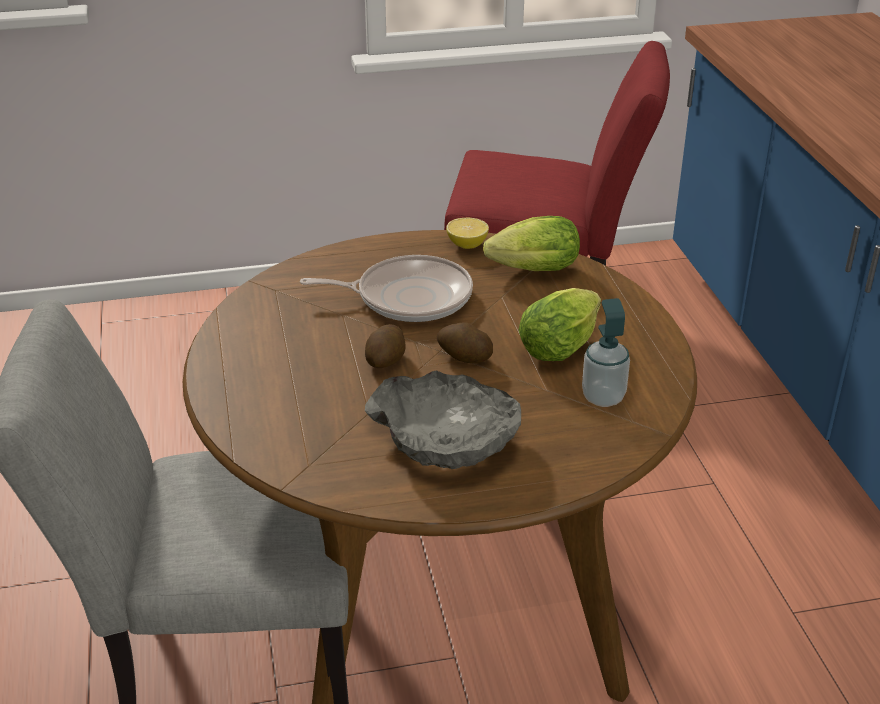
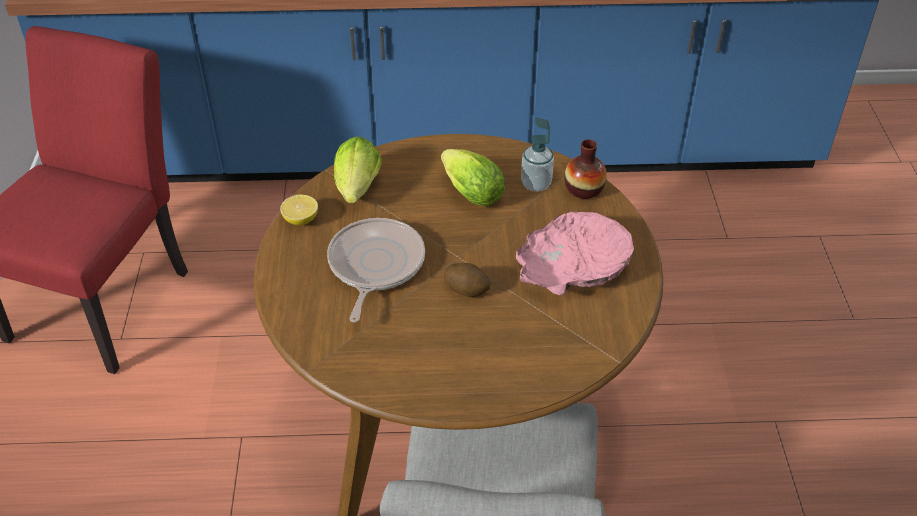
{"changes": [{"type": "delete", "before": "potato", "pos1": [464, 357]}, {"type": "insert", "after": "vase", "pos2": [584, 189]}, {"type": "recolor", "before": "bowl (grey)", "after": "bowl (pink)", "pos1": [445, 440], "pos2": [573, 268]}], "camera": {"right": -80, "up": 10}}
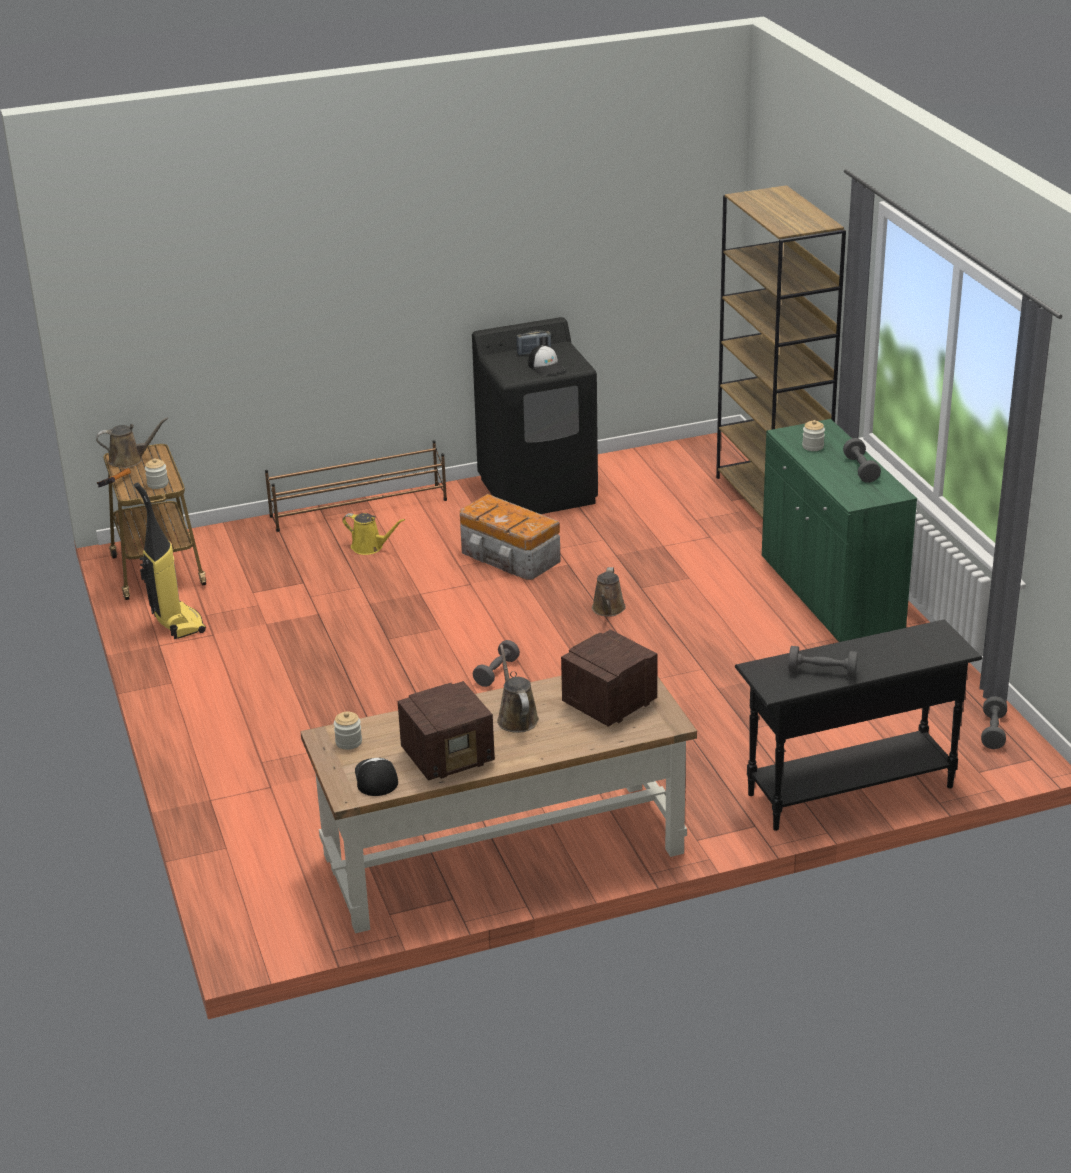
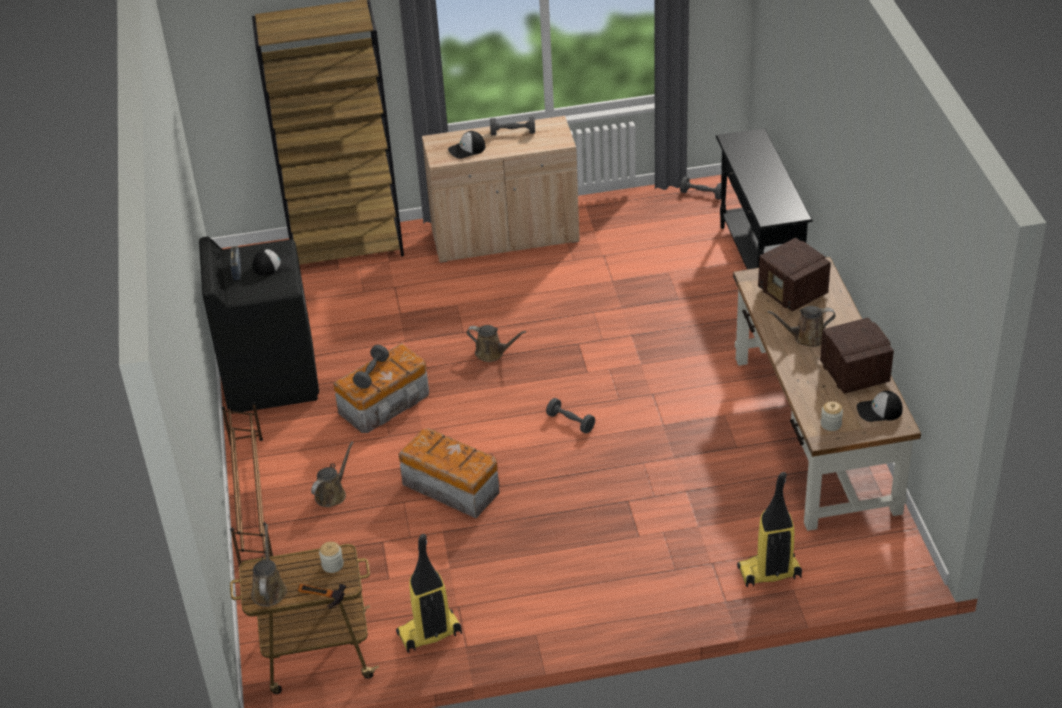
{"changes": [{"type": "insert", "after": "storage box", "pos2": [451, 487]}, {"type": "insert", "after": "vacuum cleaner", "pos2": [769, 573]}, {"type": "move", "before": "dumbbell (grey)", "pos1": [822, 672], "pos2": [372, 373]}, {"type": "replace", "before": "jar", "after": "cap", "pos1": [813, 446], "pos2": [467, 149]}, {"type": "recolor", "before": "watering can (yellow)", "after": "watering can (brown)", "pos1": [370, 547], "pos2": [332, 494]}, {"type": "recolor", "before": "cabinet (green)", "after": "cabinet (beige)", "pos1": [830, 594], "pos2": [505, 237]}], "camera": {"right": -80, "up": 10}}
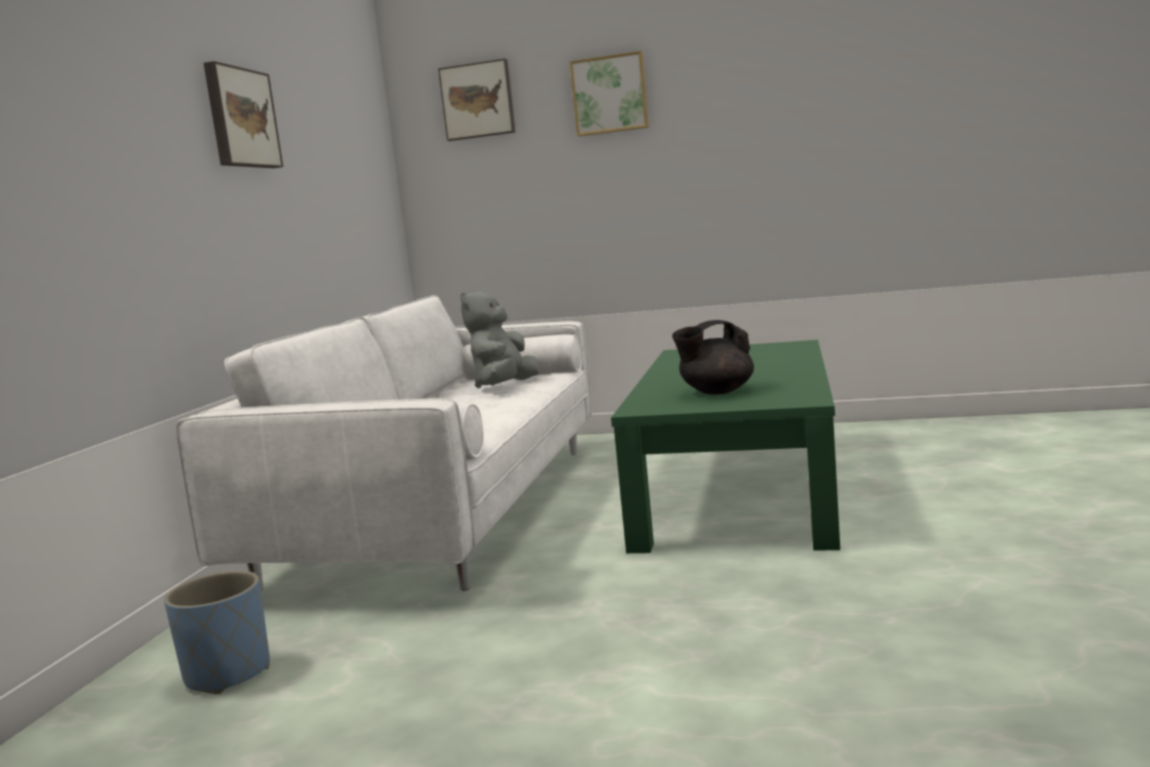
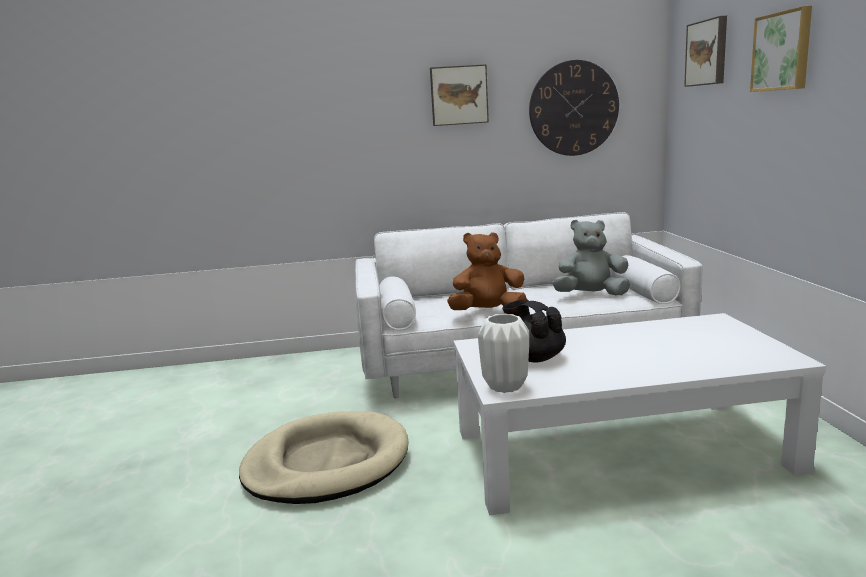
{"changes": [{"type": "delete", "before": "planter (blue)", "pos1": [228, 674]}, {"type": "insert", "after": "dog bed (beige)", "pos2": [326, 463]}, {"type": "insert", "after": "plush toy (brown)", "pos2": [487, 312]}, {"type": "insert", "after": "vase (white)", "pos2": [505, 386]}, {"type": "insert", "after": "wall clock", "pos2": [573, 108]}, {"type": "recolor", "before": "coffee table (green)", "after": "coffee table (white)", "pos1": [739, 488], "pos2": [621, 450]}], "camera": {"right": 70, "up": 5}}
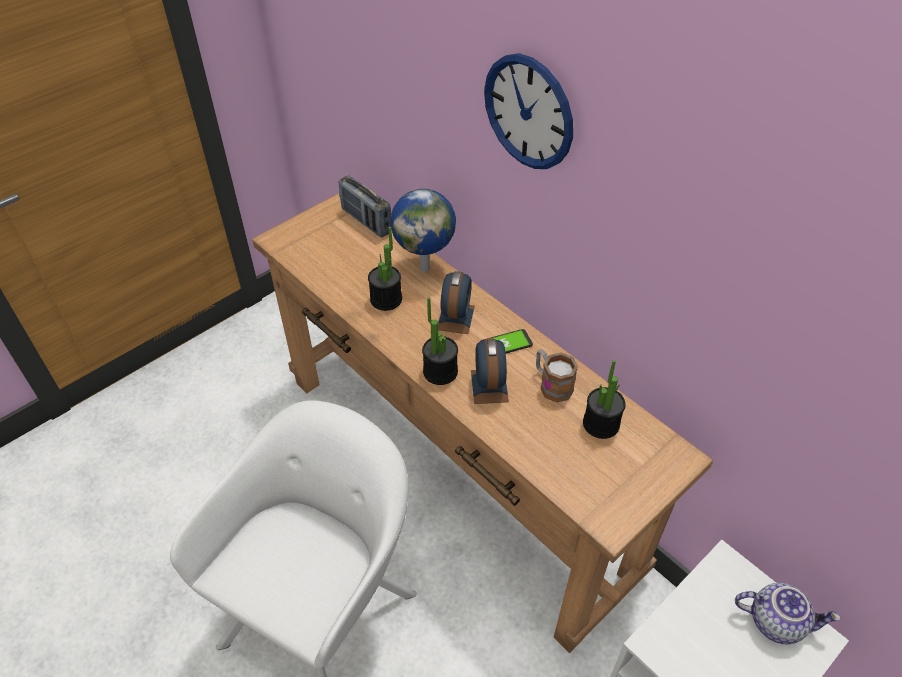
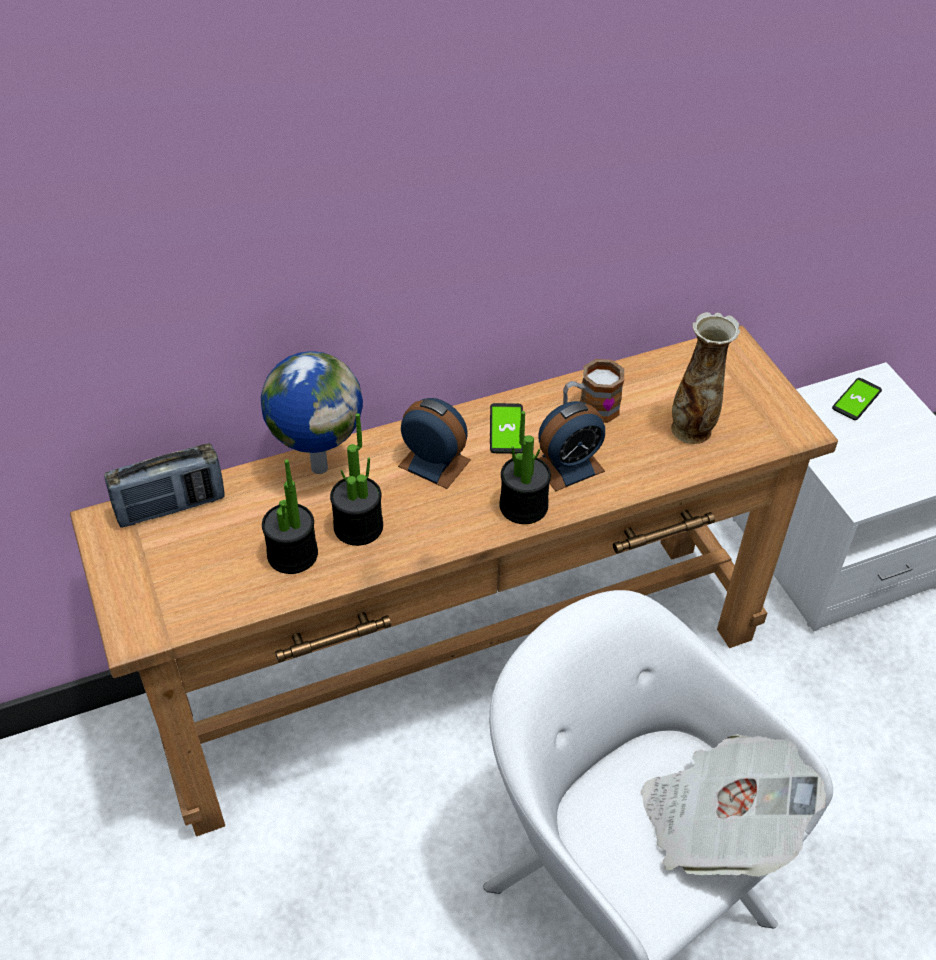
{"changes": [{"type": "delete", "before": "wall clock", "pos1": [528, 112]}, {"type": "insert", "after": "newspaper", "pos2": [719, 824]}, {"type": "insert", "after": "vase", "pos2": [693, 429]}, {"type": "move", "before": "potted plant", "pos1": [601, 424], "pos2": [292, 554]}, {"type": "replace", "before": "teapot", "after": "phone", "pos1": [776, 621], "pos2": [856, 400]}, {"type": "rotate", "before": "alarm clock", "pos1": [489, 386], "pos2": [568, 466], "turn": 135}], "camera": {"right": -70, "up": 0}}
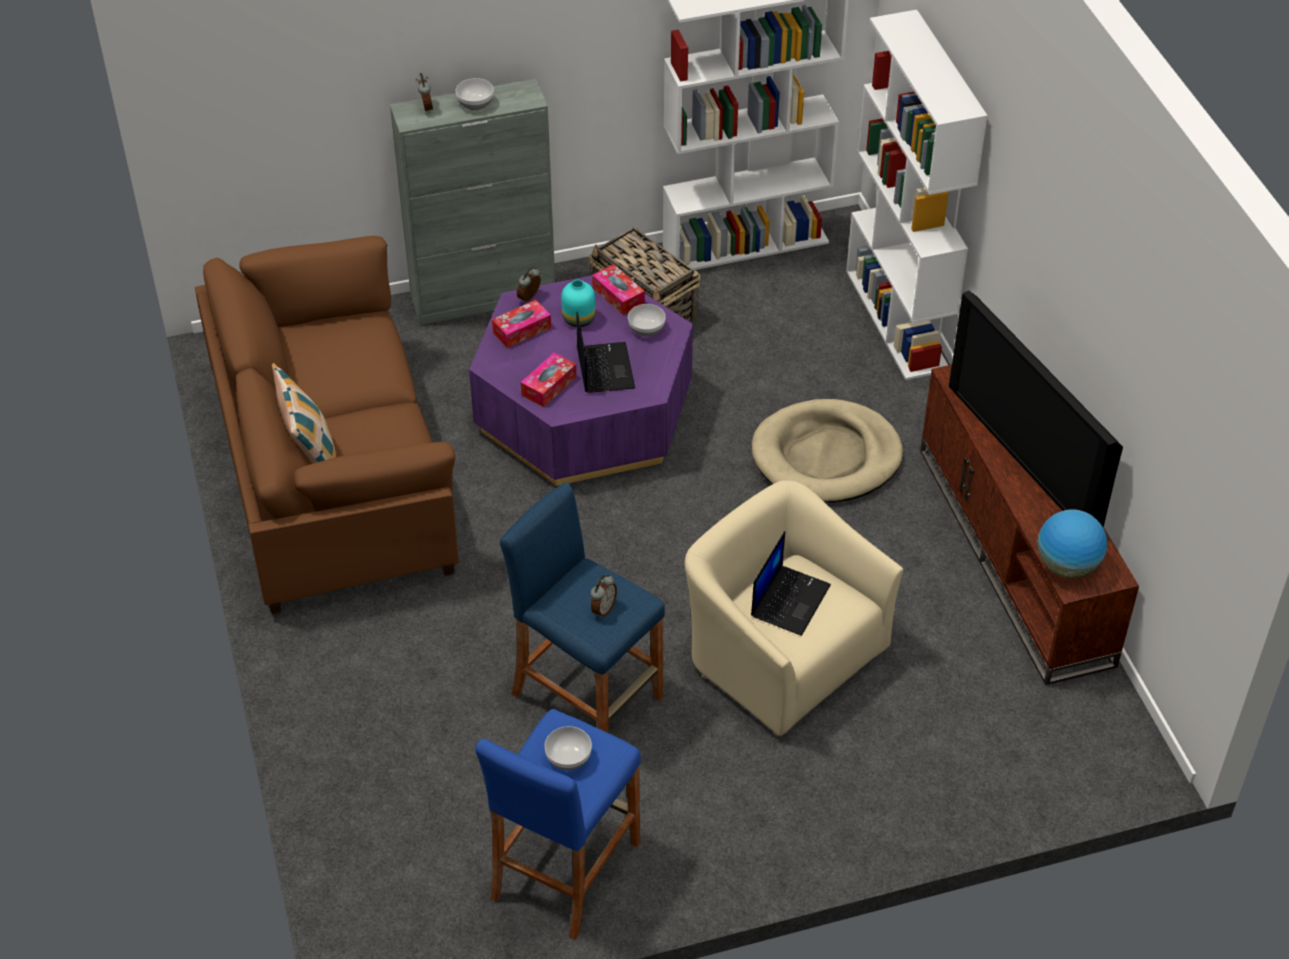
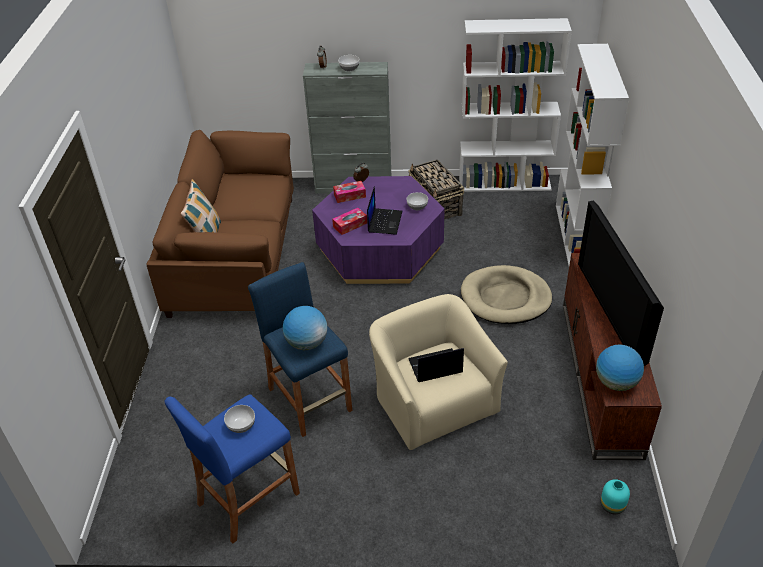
{"changes": [{"type": "delete", "before": "tissue box", "pos1": [618, 296]}, {"type": "move", "before": "vase (turquoise)", "pos1": [579, 319], "pos2": [613, 505]}, {"type": "replace", "before": "alarm clock", "after": "globe", "pos1": [603, 609], "pos2": [307, 343]}, {"type": "rotate", "before": "laptop", "pos1": [789, 600], "pos2": [434, 366], "turn": -150}], "camera": {"right": 20, "up": -5}}
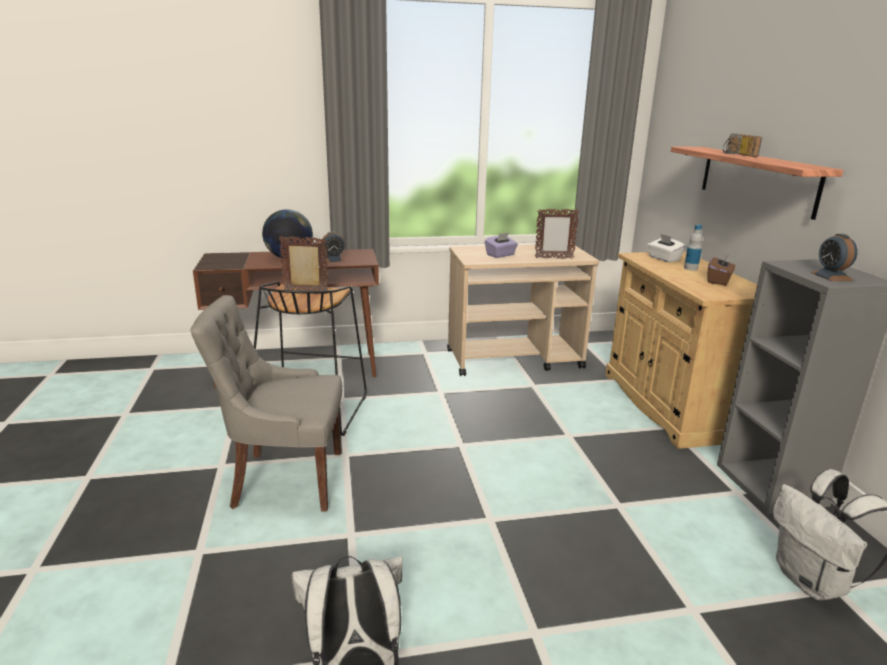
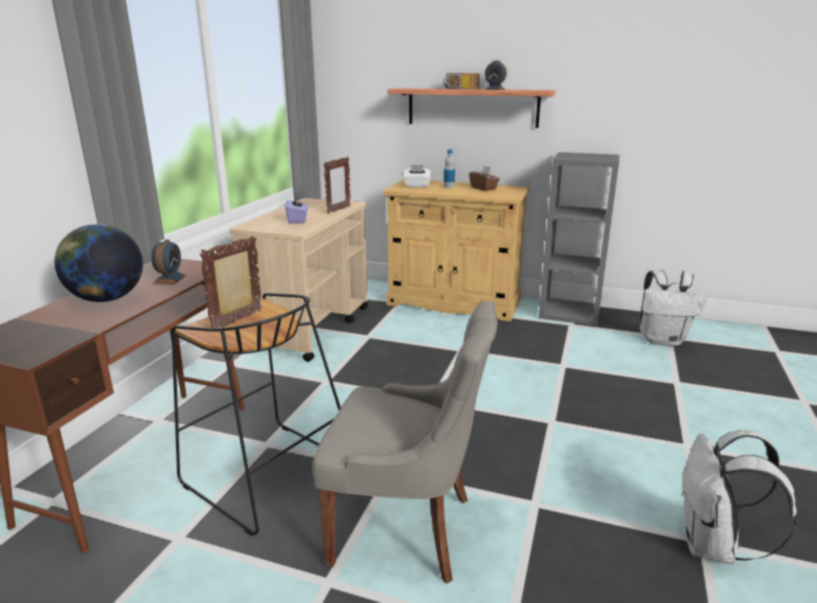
{"changes": [{"type": "move", "before": "alarm clock", "pos1": [831, 276], "pos2": [494, 89]}, {"type": "rotate", "before": "chair (grey)", "pos1": [285, 479], "pos2": [406, 528], "turn": -105}], "camera": {"right": -60, "up": 0}}
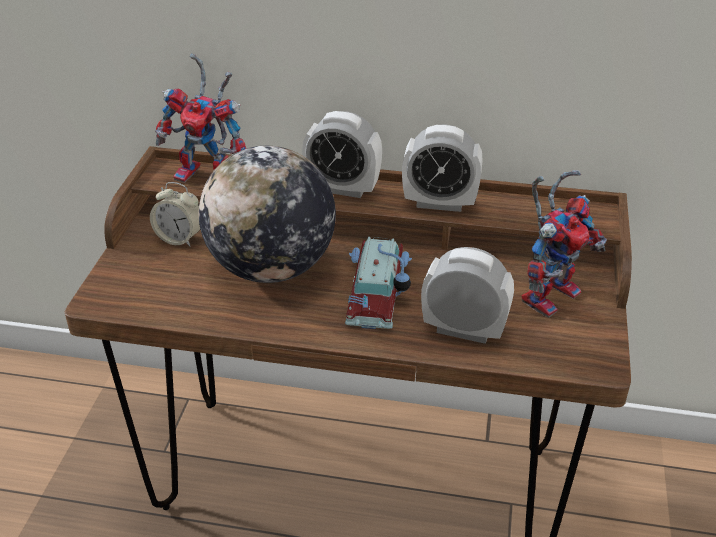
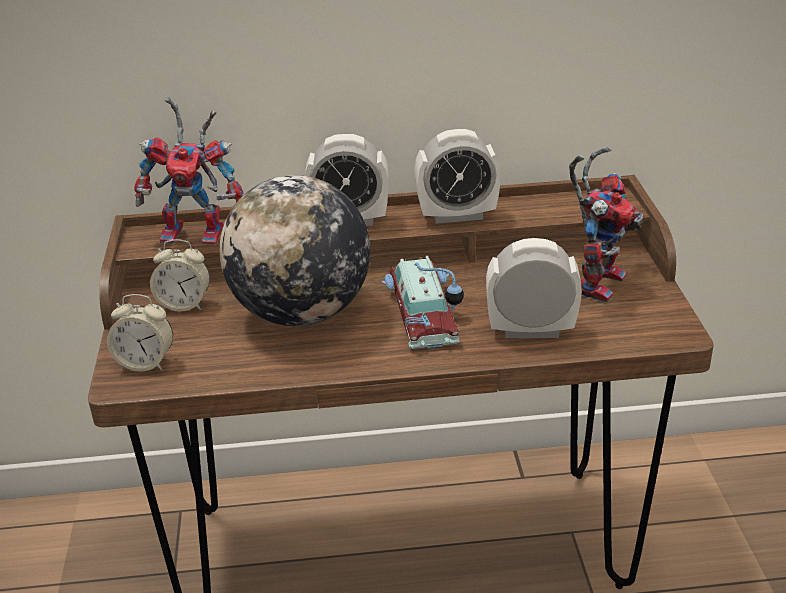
{"changes": [{"type": "insert", "after": "alarm clock", "pos2": [145, 363]}], "camera": {"right": -15, "up": -5}}
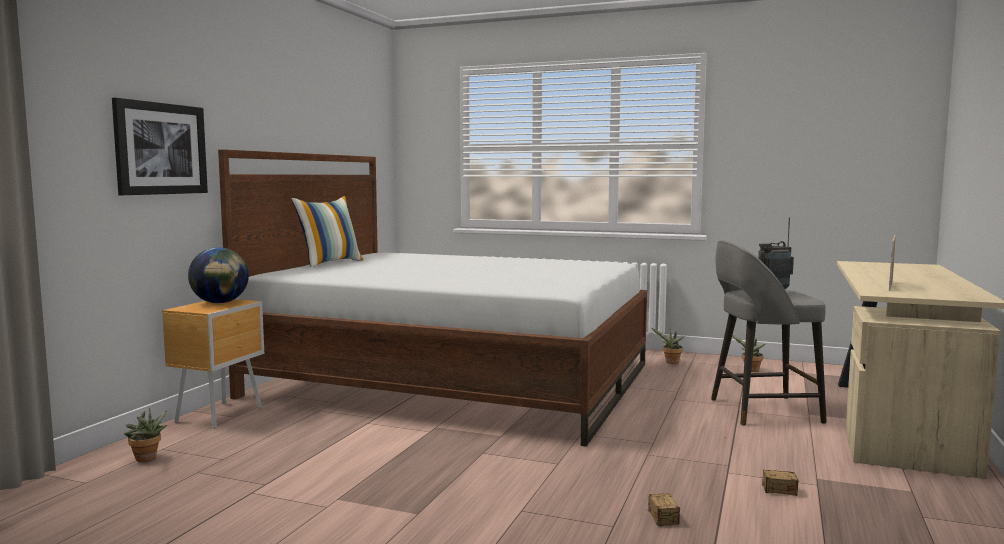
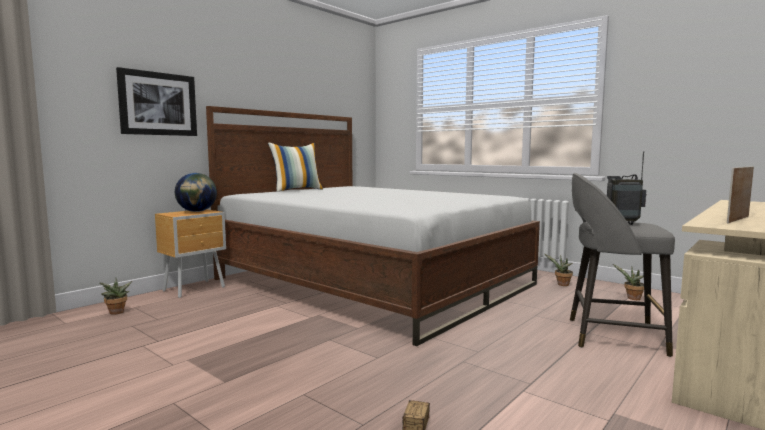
{"changes": [{"type": "delete", "before": "storage box", "pos1": [758, 489]}], "camera": {"right": 20, "up": 0}}
